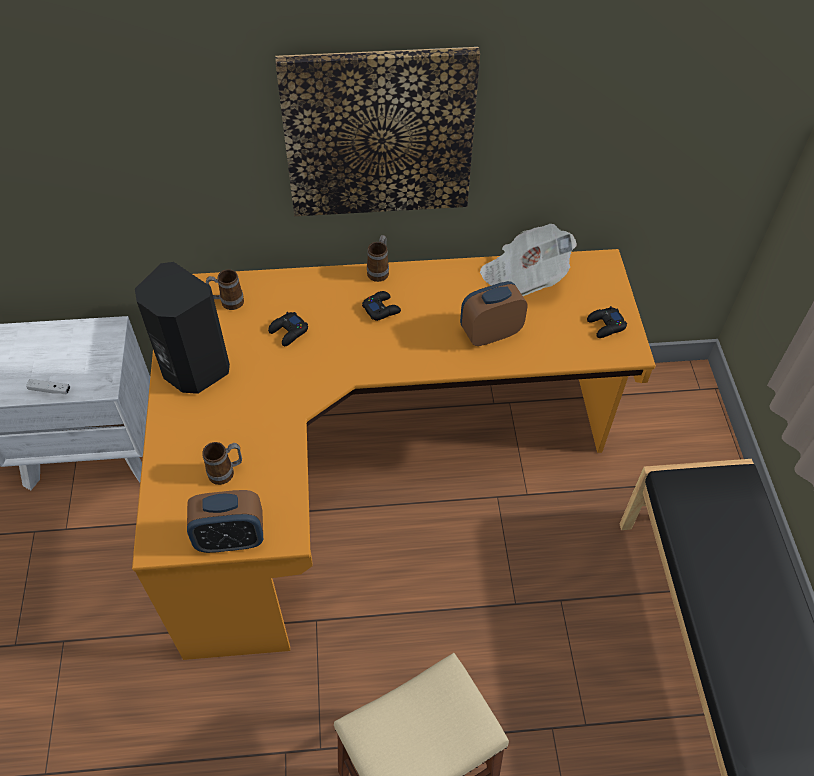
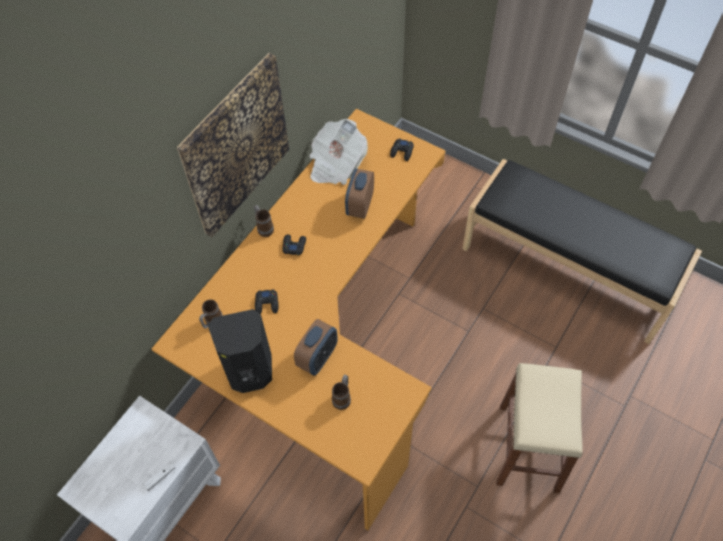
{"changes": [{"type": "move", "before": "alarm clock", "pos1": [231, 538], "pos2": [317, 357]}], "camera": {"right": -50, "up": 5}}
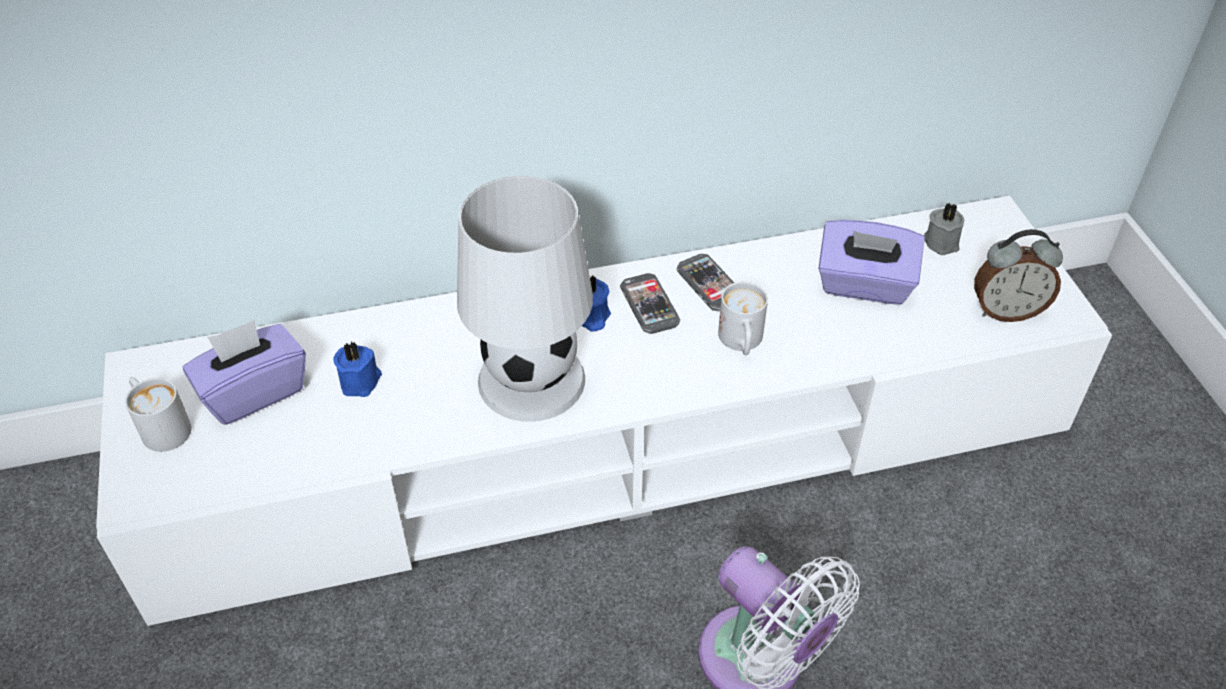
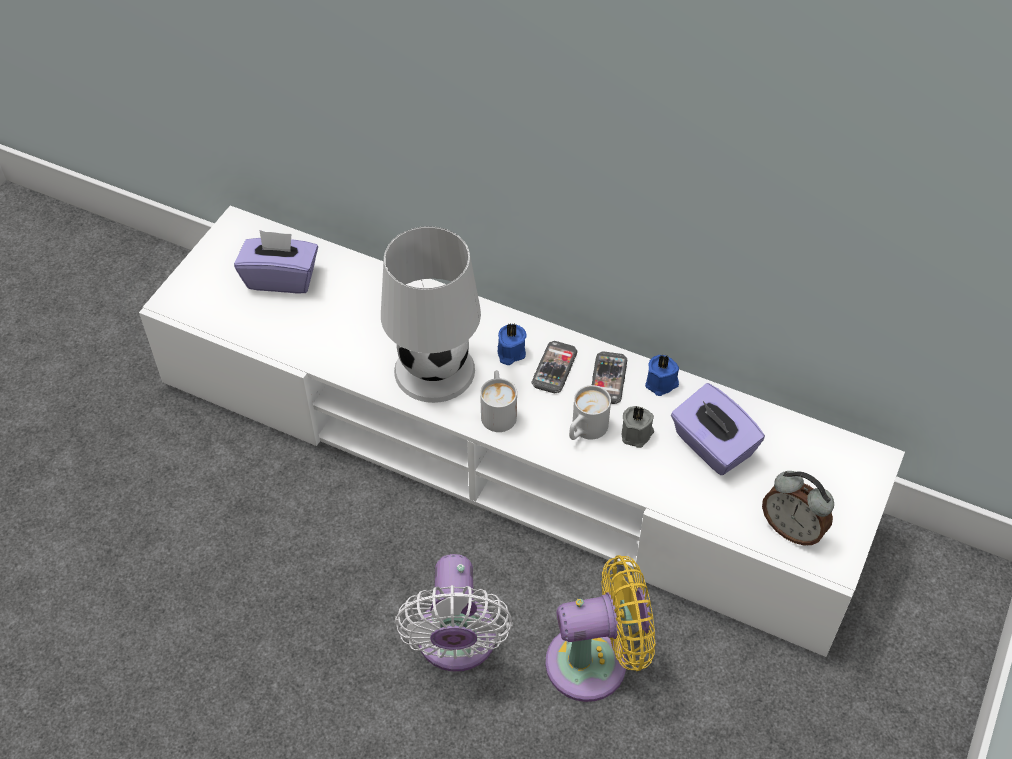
{"changes": [{"type": "insert", "after": "fan (yellow)", "pos2": [596, 662]}, {"type": "move", "before": "mug (white)", "pos1": [161, 426], "pos2": [498, 411]}, {"type": "move", "before": "candle (blue)", "pos1": [361, 381], "pos2": [662, 383]}, {"type": "move", "before": "candle (grey)", "pos1": [942, 242], "pos2": [637, 434]}], "camera": {"right": 40, "up": 5}}
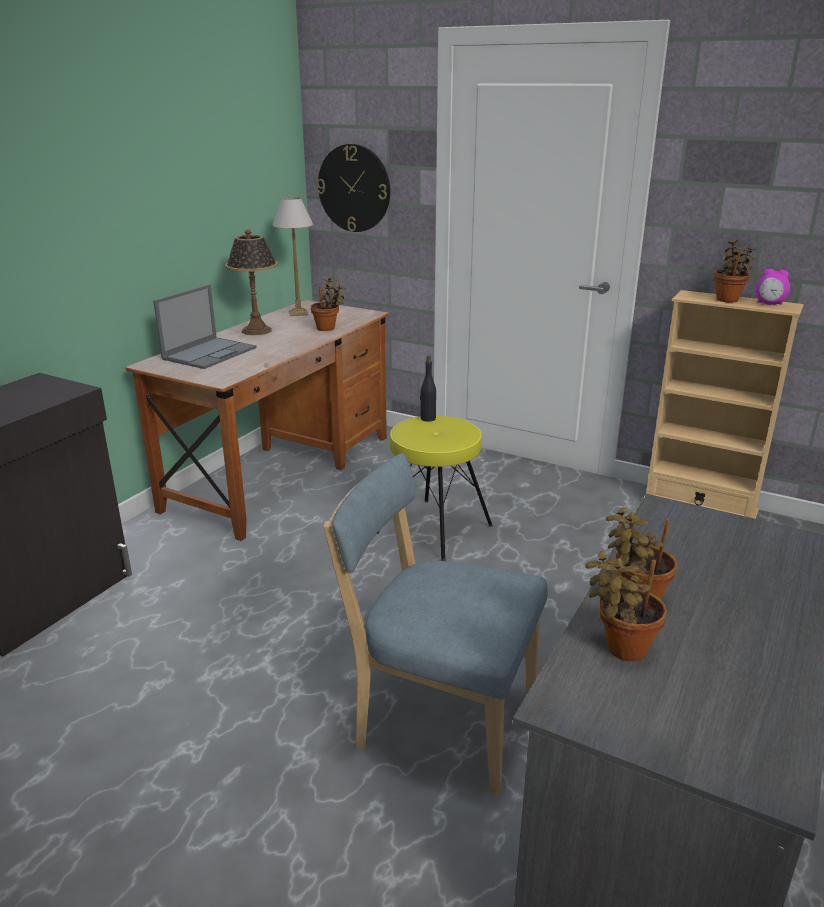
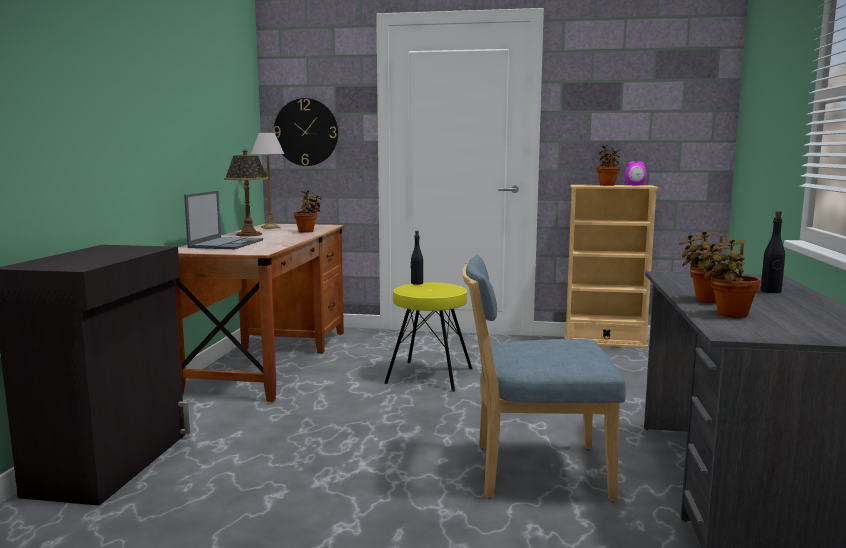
{"changes": [{"type": "insert", "after": "bottle (black)", "pos2": [771, 291]}], "camera": {"right": -20, "up": -15}}
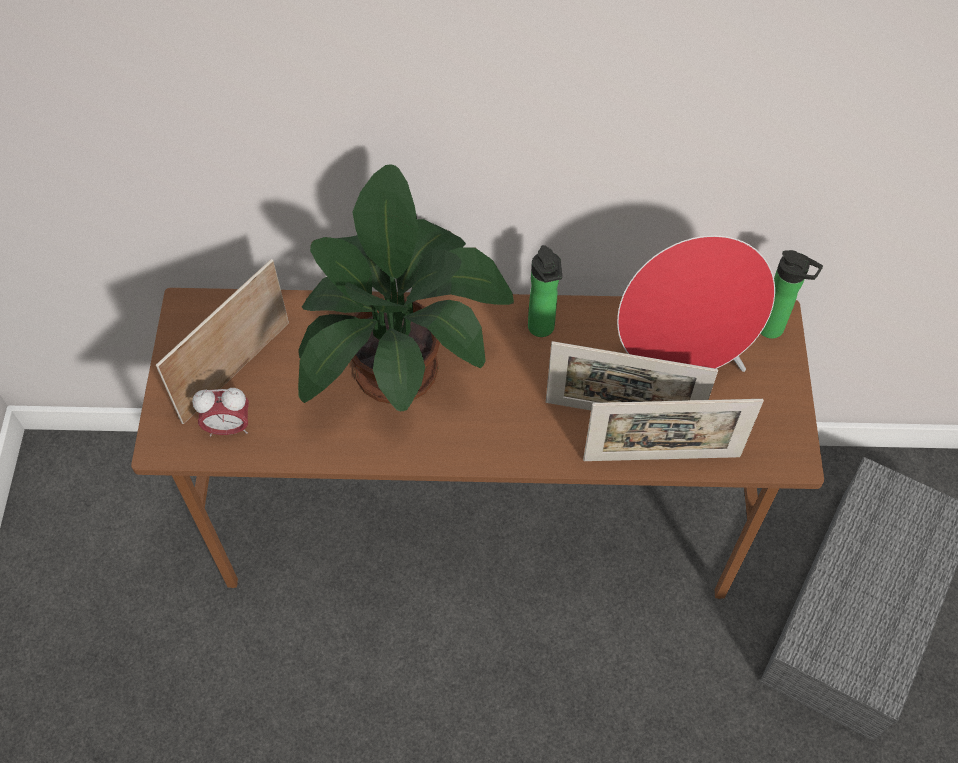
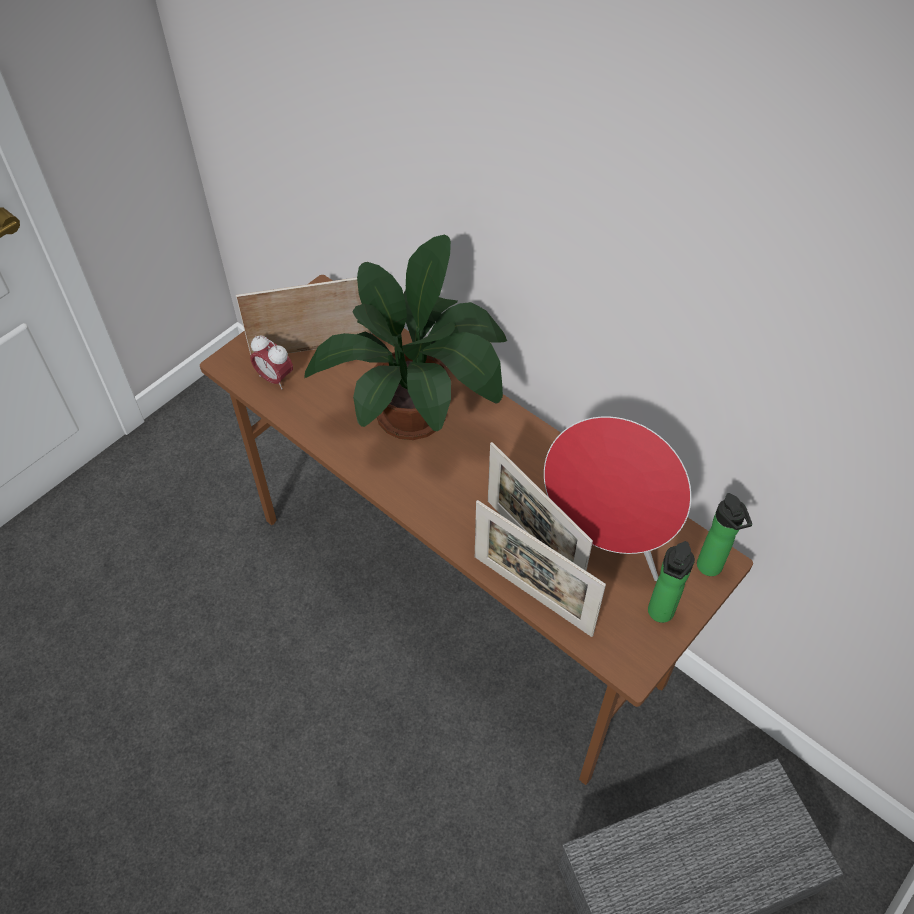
{"changes": [{"type": "move", "before": "bottle", "pos1": [542, 330], "pos2": [659, 614]}], "camera": {"right": 40, "up": -5}}
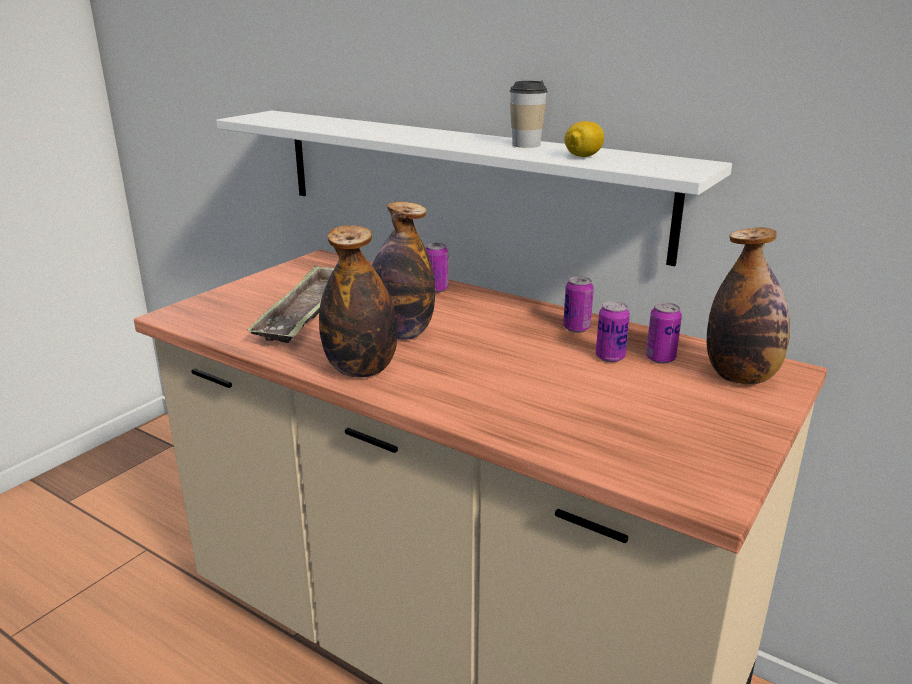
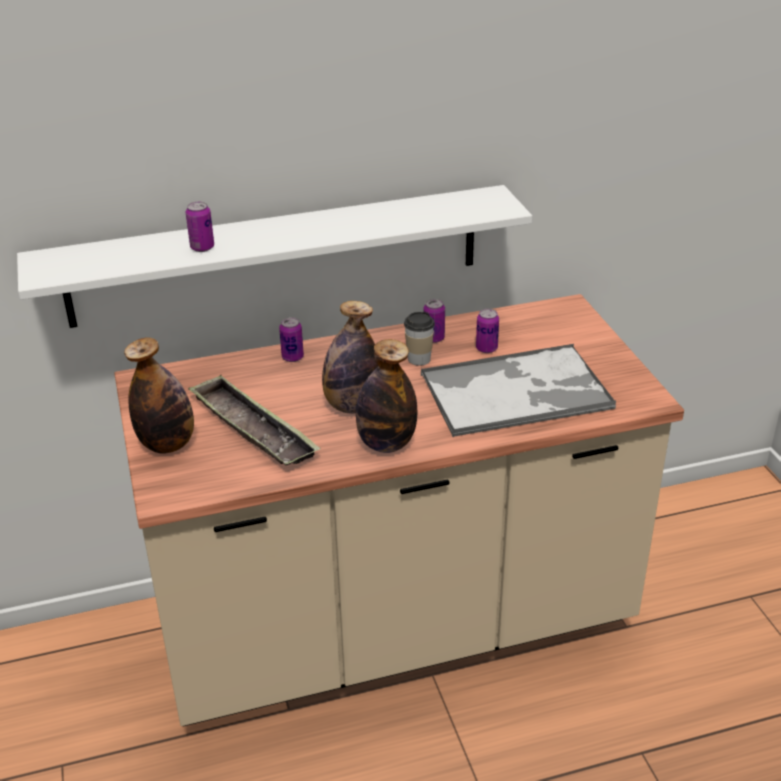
{"changes": [{"type": "delete", "before": "lemon", "pos1": [583, 156]}, {"type": "insert", "after": "tray", "pos2": [517, 392]}, {"type": "move", "before": "cup", "pos1": [526, 145], "pos2": [419, 359]}, {"type": "move", "before": "can", "pos1": [660, 358], "pos2": [202, 247]}, {"type": "move", "before": "bottle", "pos1": [741, 377], "pos2": [167, 444]}], "camera": {"right": -50, "up": 10}}
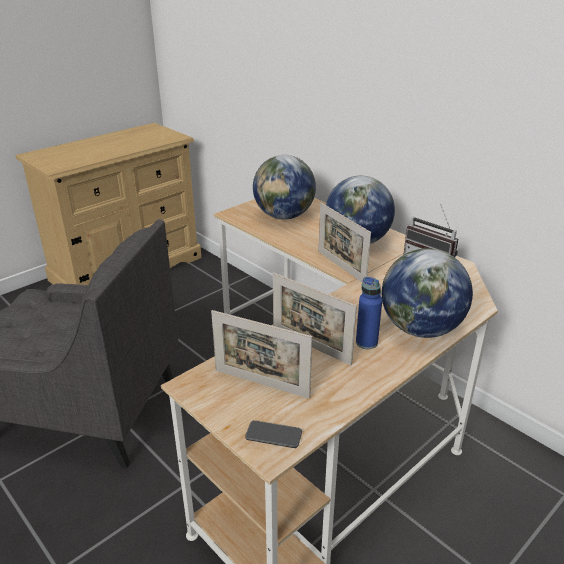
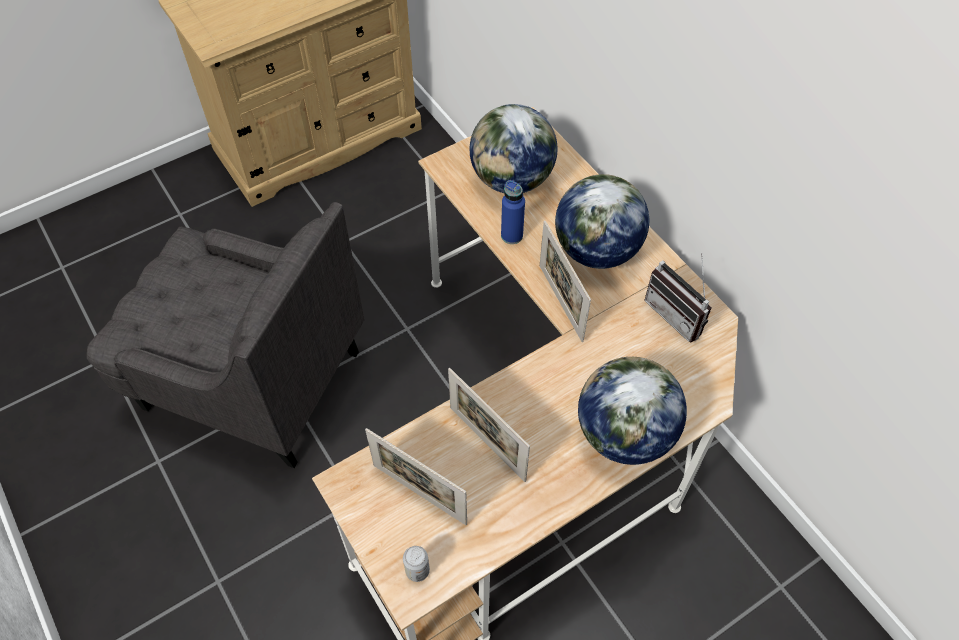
{"changes": [{"type": "move", "before": "bottle (blue)", "pos1": [366, 342], "pos2": [511, 235]}, {"type": "replace", "before": "phone", "after": "can", "pos1": [273, 435], "pos2": [417, 570]}], "camera": {"right": 10, "up": 25}}
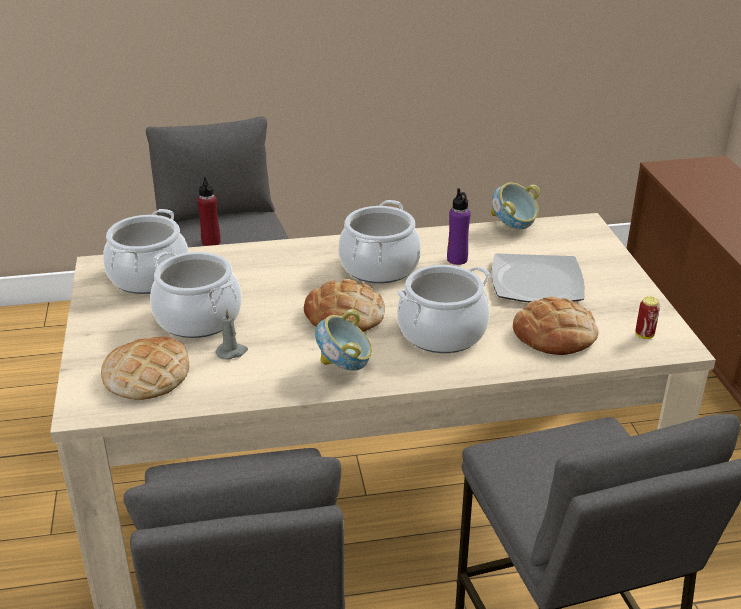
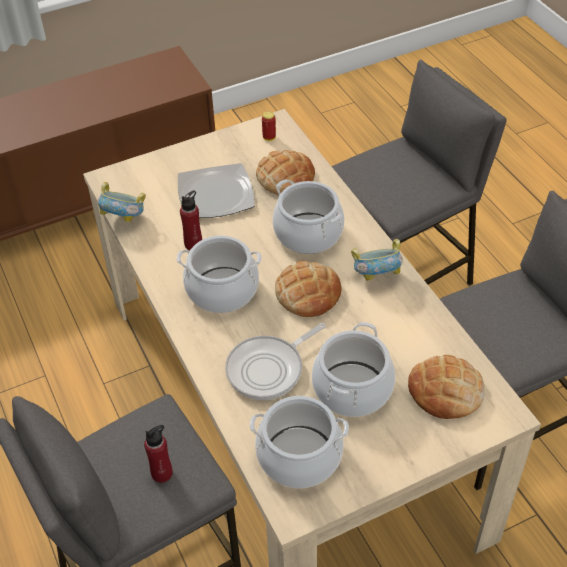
{"changes": [{"type": "delete", "before": "candle (grey)", "pos1": [232, 352]}, {"type": "insert", "after": "frying pan", "pos2": [269, 369]}, {"type": "recolor", "before": "bottle (purple)", "after": "bottle (red)", "pos1": [457, 259], "pos2": [193, 244]}], "camera": {"right": -105, "up": 15}}
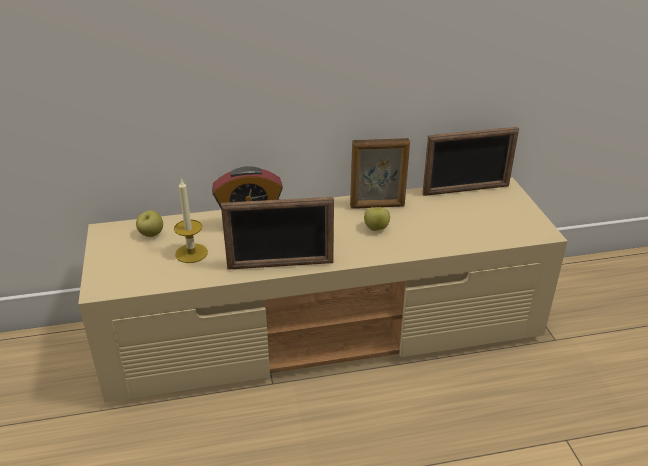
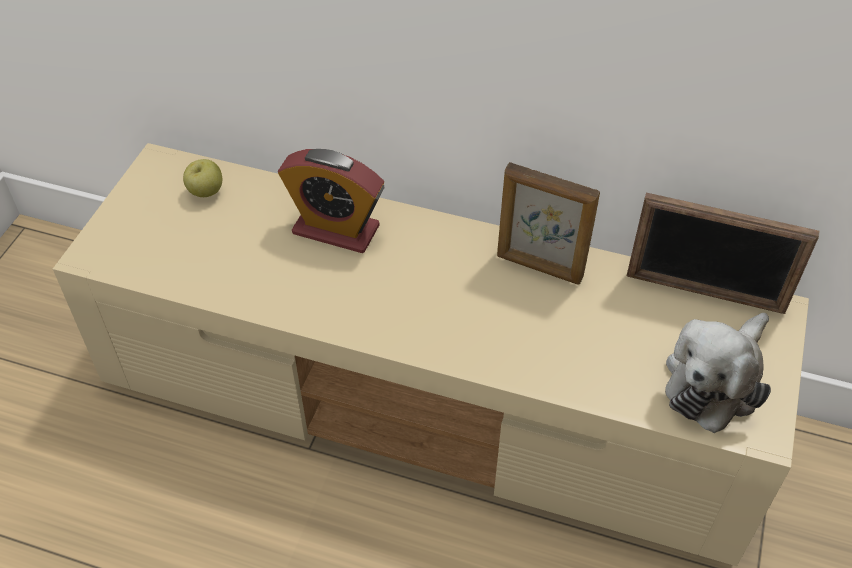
{"changes": [{"type": "delete", "before": "candle", "pos1": [191, 253]}, {"type": "delete", "before": "picture frame", "pos1": [280, 265]}, {"type": "delete", "before": "apple", "pos1": [376, 228]}, {"type": "insert", "after": "plush toy", "pos2": [715, 381]}], "camera": {"right": 30, "up": 15}}
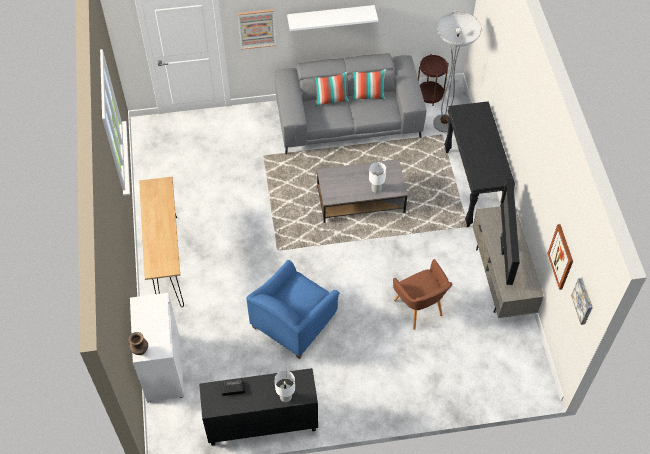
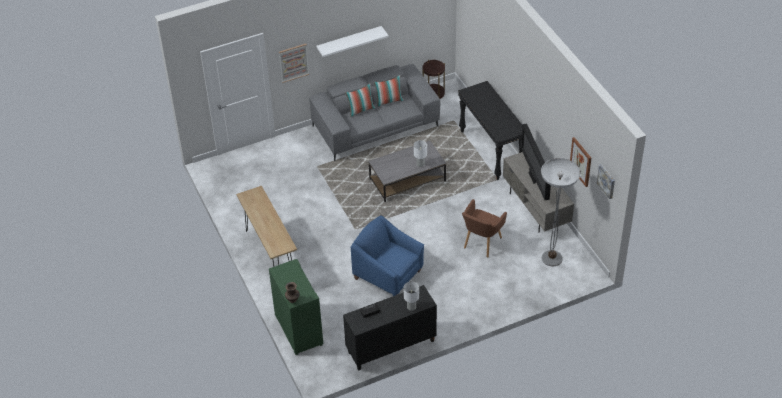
{"changes": [{"type": "move", "before": "floor lamp", "pos1": [444, 123], "pos2": [552, 258]}, {"type": "recolor", "before": "cabinet (white)", "after": "cabinet (green)", "pos1": [162, 368], "pos2": [298, 329]}, {"type": "rotate", "before": "armchair (blue)", "pos1": [294, 321], "pos2": [388, 274], "turn": 105}, {"type": "rotate", "before": "armchair (brown)", "pos1": [419, 310], "pos2": [481, 244], "turn": 75}], "camera": {"right": -15, "up": -10}}
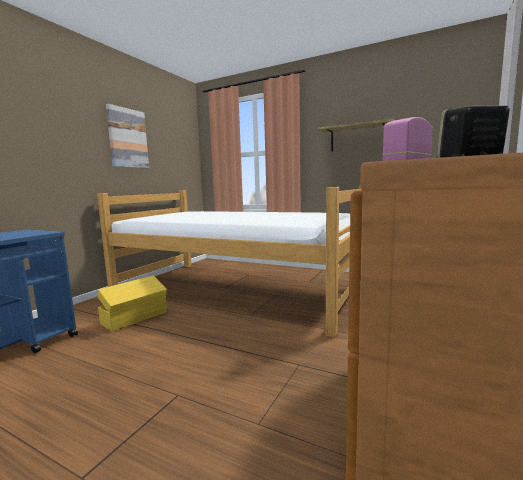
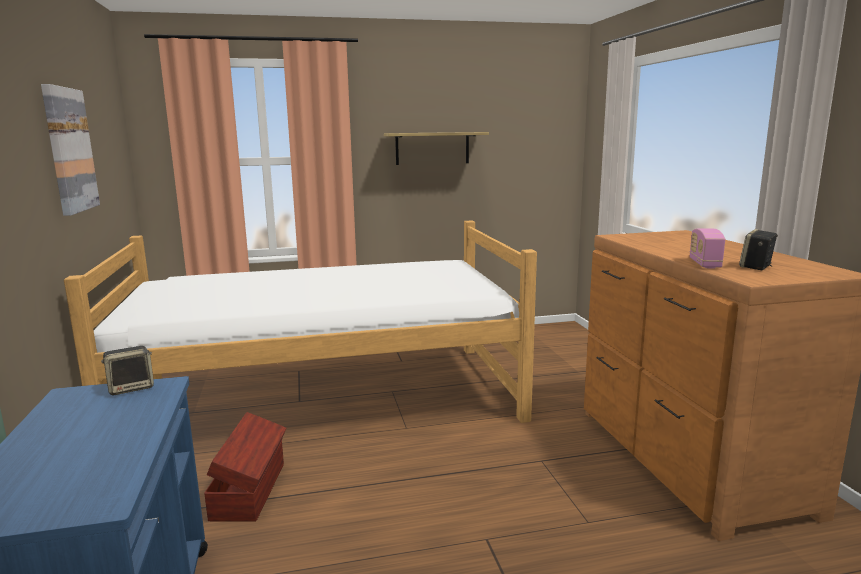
{"changes": [{"type": "insert", "after": "speaker", "pos2": [131, 388]}, {"type": "recolor", "before": "storage box (yellow)", "after": "storage box (brown)", "pos1": [136, 318], "pos2": [250, 490]}], "camera": {"right": -40, "up": 5}}
